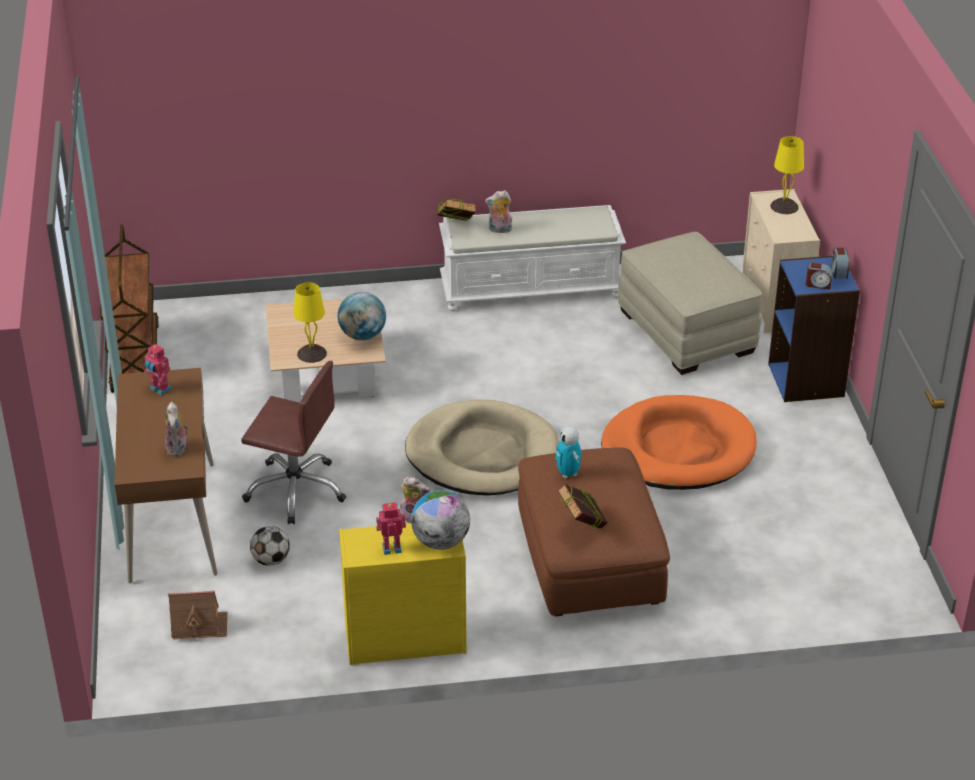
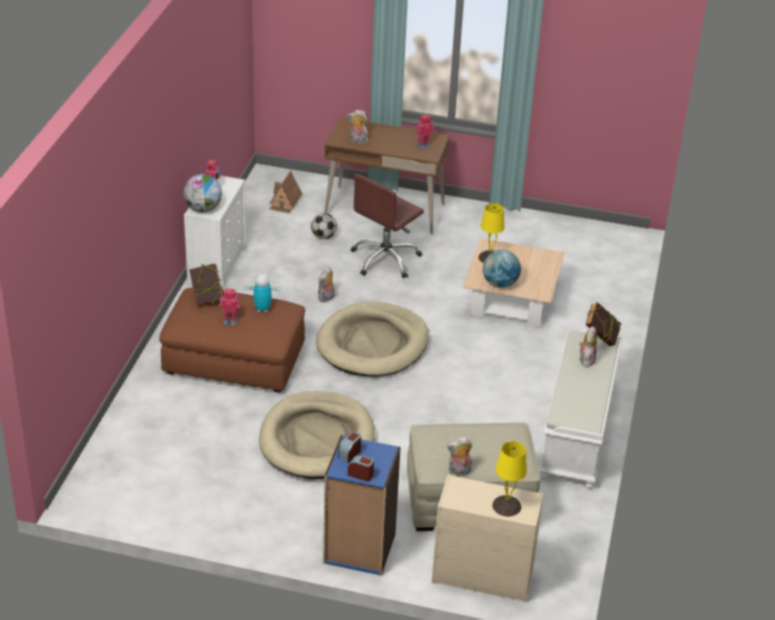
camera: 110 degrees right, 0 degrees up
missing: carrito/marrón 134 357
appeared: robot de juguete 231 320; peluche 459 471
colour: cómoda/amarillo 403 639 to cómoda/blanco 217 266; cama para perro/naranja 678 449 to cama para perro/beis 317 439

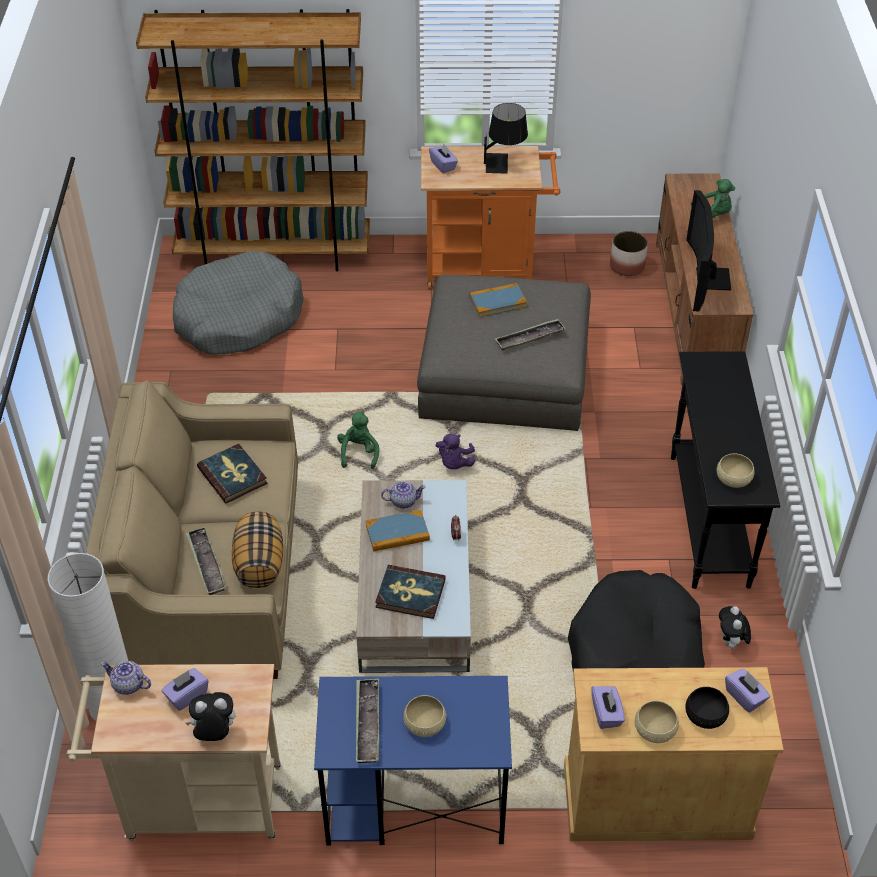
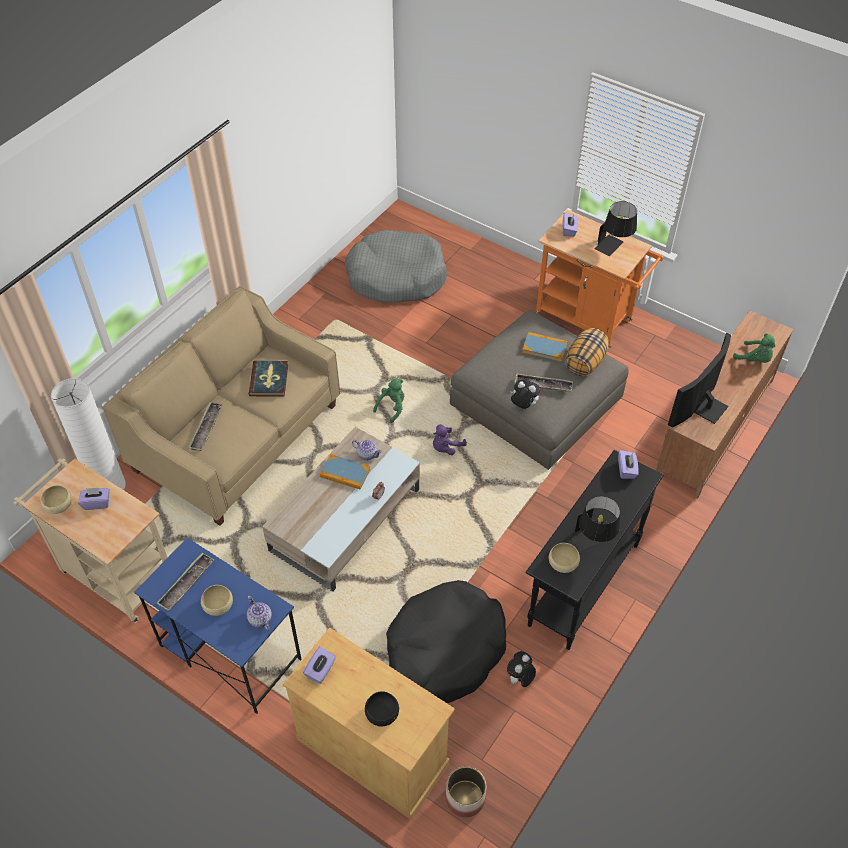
camera: 35 degrees right, 5 degrees up
missing: estantería/marrón 274 254; libro 410 594
appeared: lámpara de mesa/negro 593 542
relocated: cuenco/beis 655 729 to 58 504; tetera 129 685 to 260 619; maceta 627 266 to 465 798; peluche 214 733 to 523 405; cojín 259 564 to 585 362; caja de pañuelos/morado 745 697 to 626 470

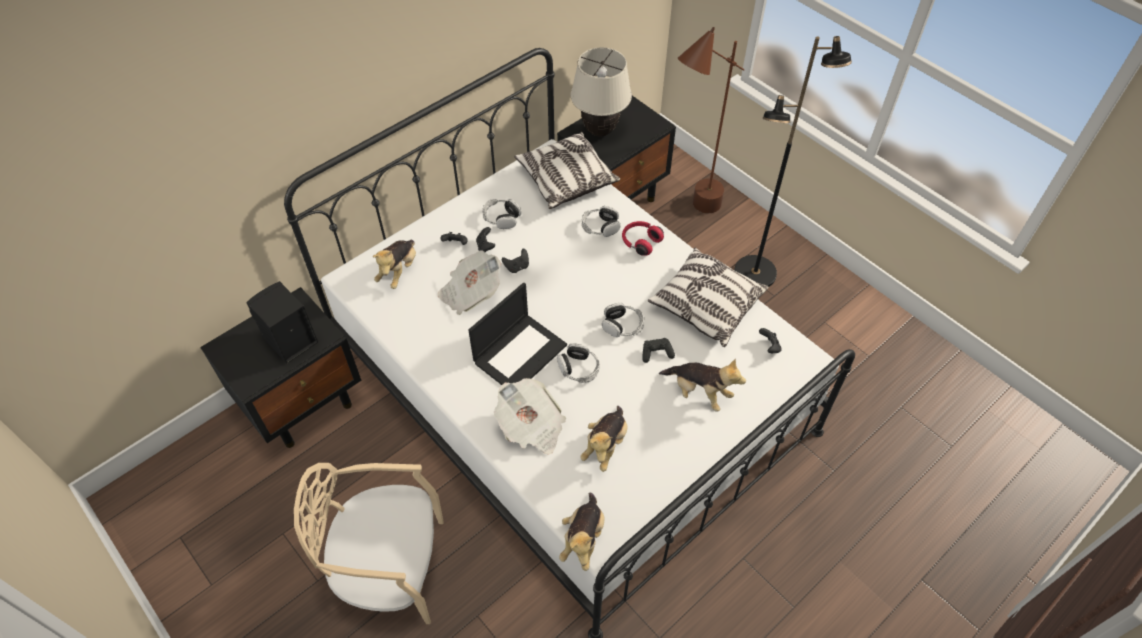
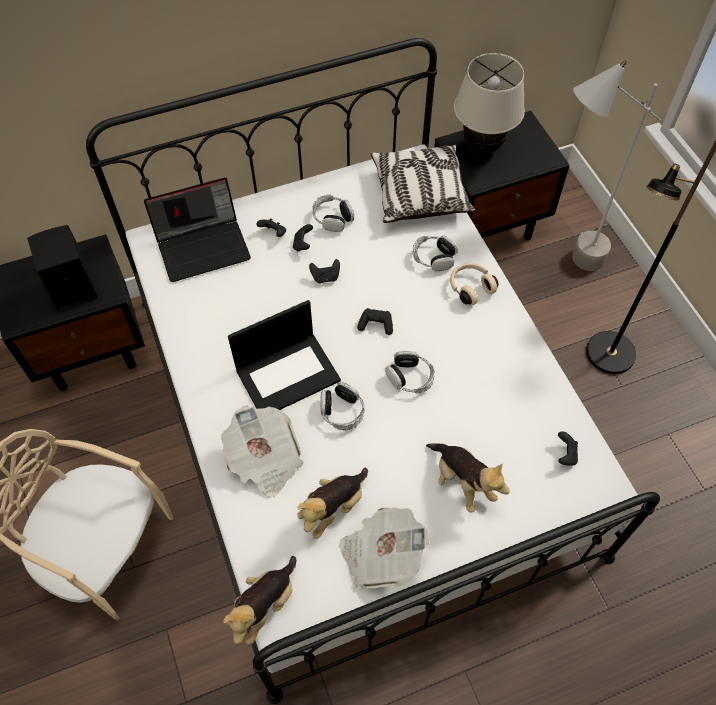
camera: 20 degrees right, 5 degrees up
missing: cojín 706 305
relocated: periódico 470 293 to 381 554; mando de consola/negro 656 353 to 376 325
exchanged: peluche 399 271 to portátil 204 246
colour: auriculares/rojo 640 242 to auriculares/beis 470 287; lámpara de pie/marrón 690 215 to lámpara de pie/gris 564 267

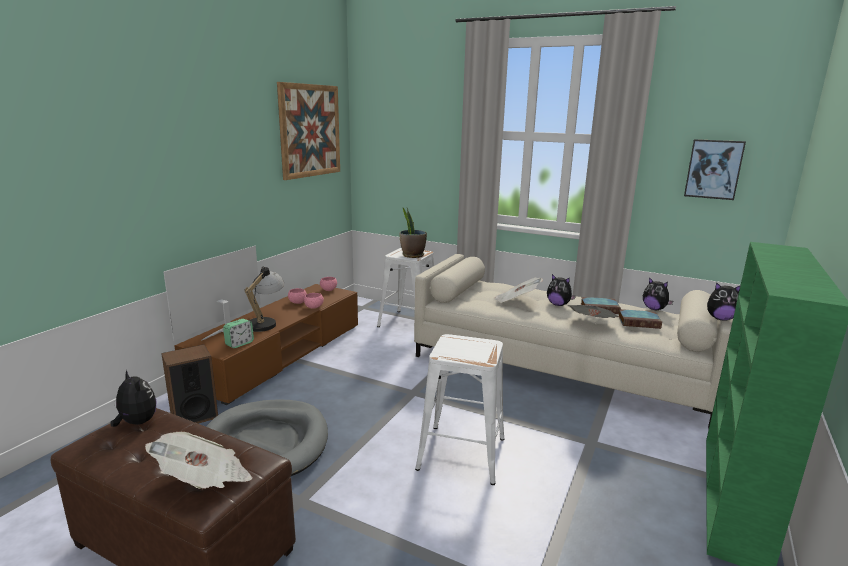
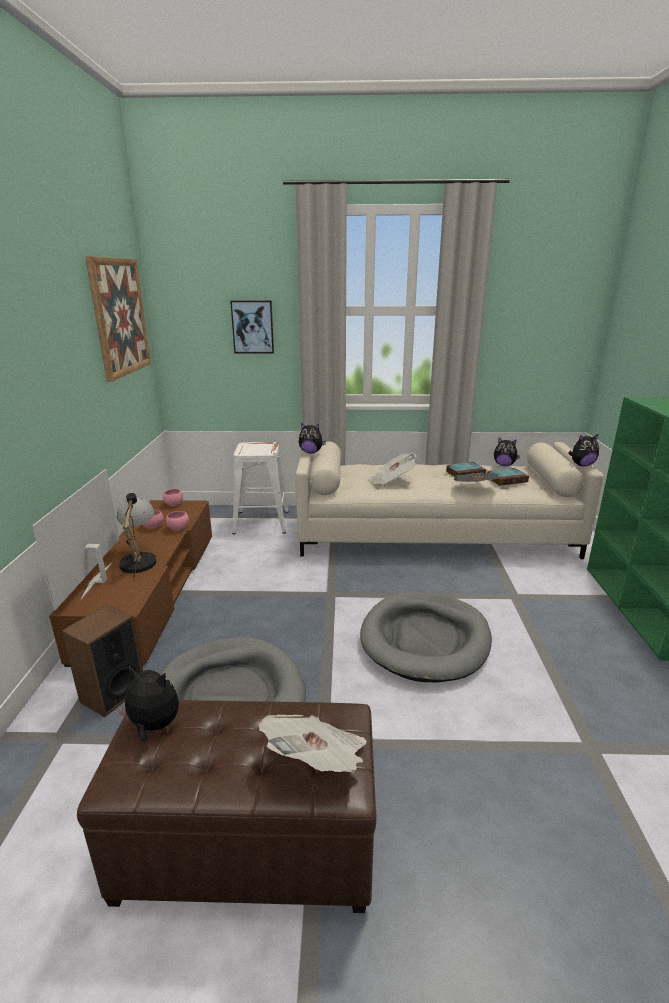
camera: 25 degrees left, 5 degrees up
missing: despertador 239 344; planta en maceta 412 255
relocated: cuadro 713 169 to 253 327; peluche 558 304 to 311 452
exchanged: taburete/blanco 462 452 to cama para perro/gris 425 639

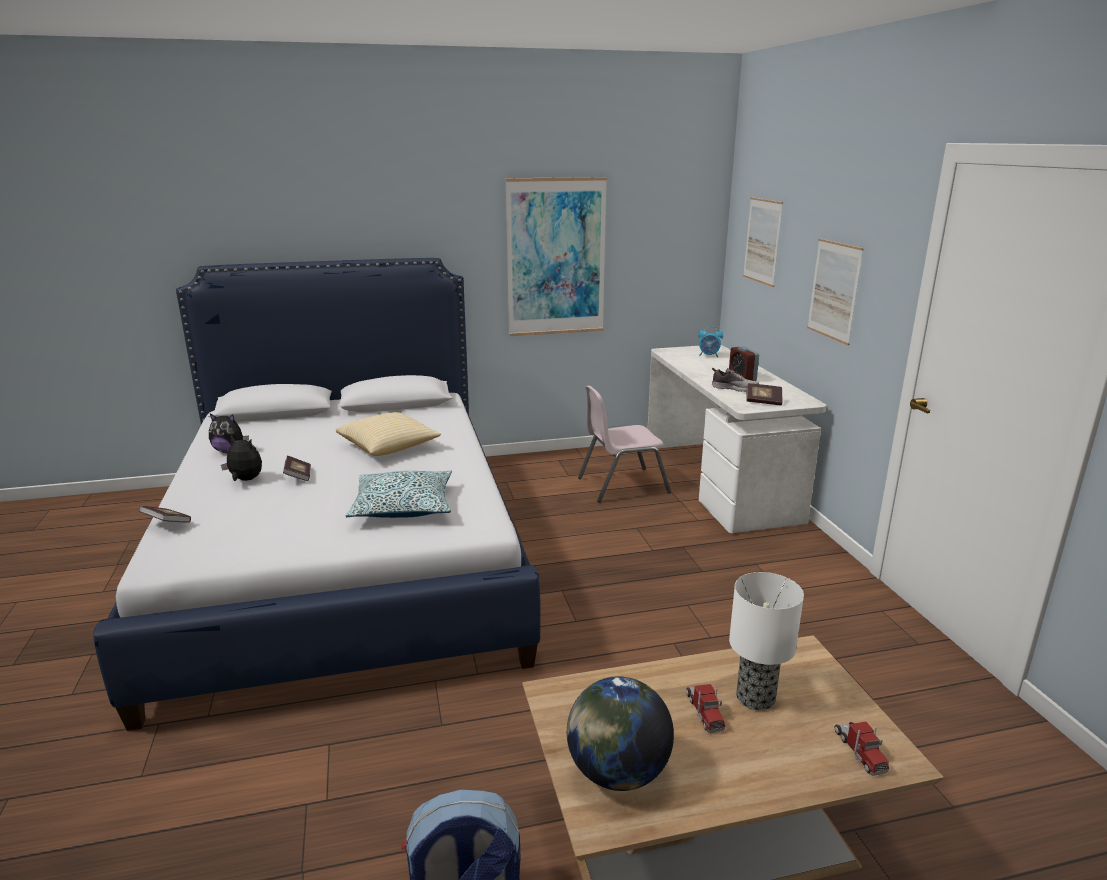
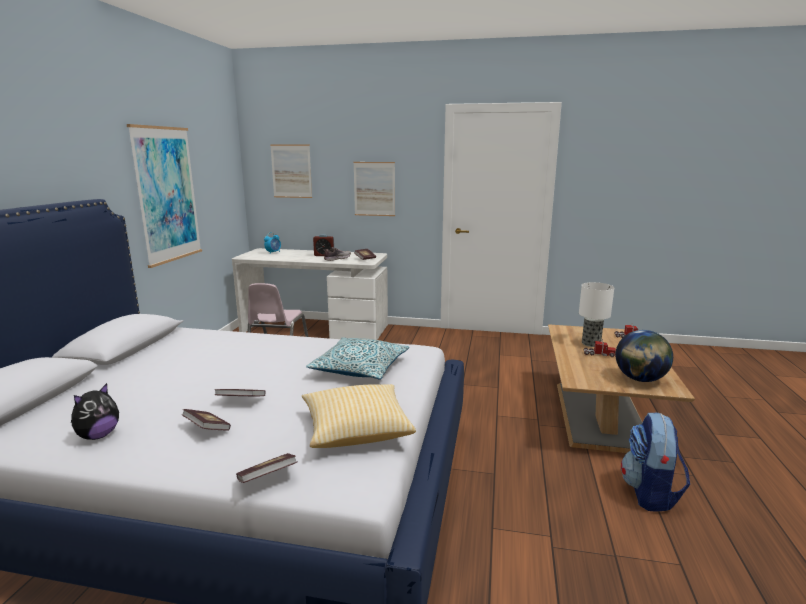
camera: 65 degrees left, 5 degrees down
relocated: cojín 389 447 to 356 430
exchanged: peluche 245 480 to libro 207 429

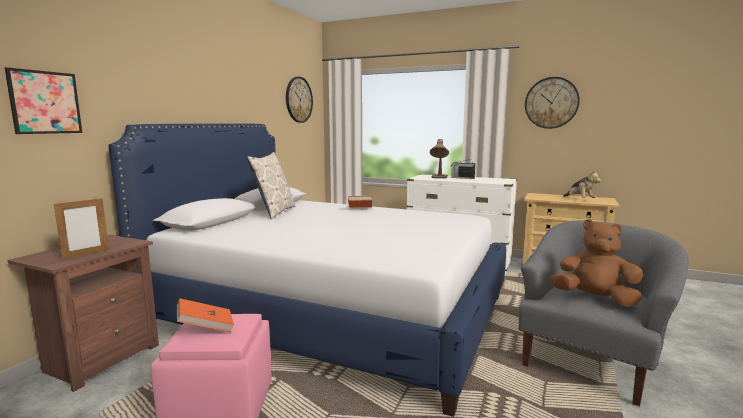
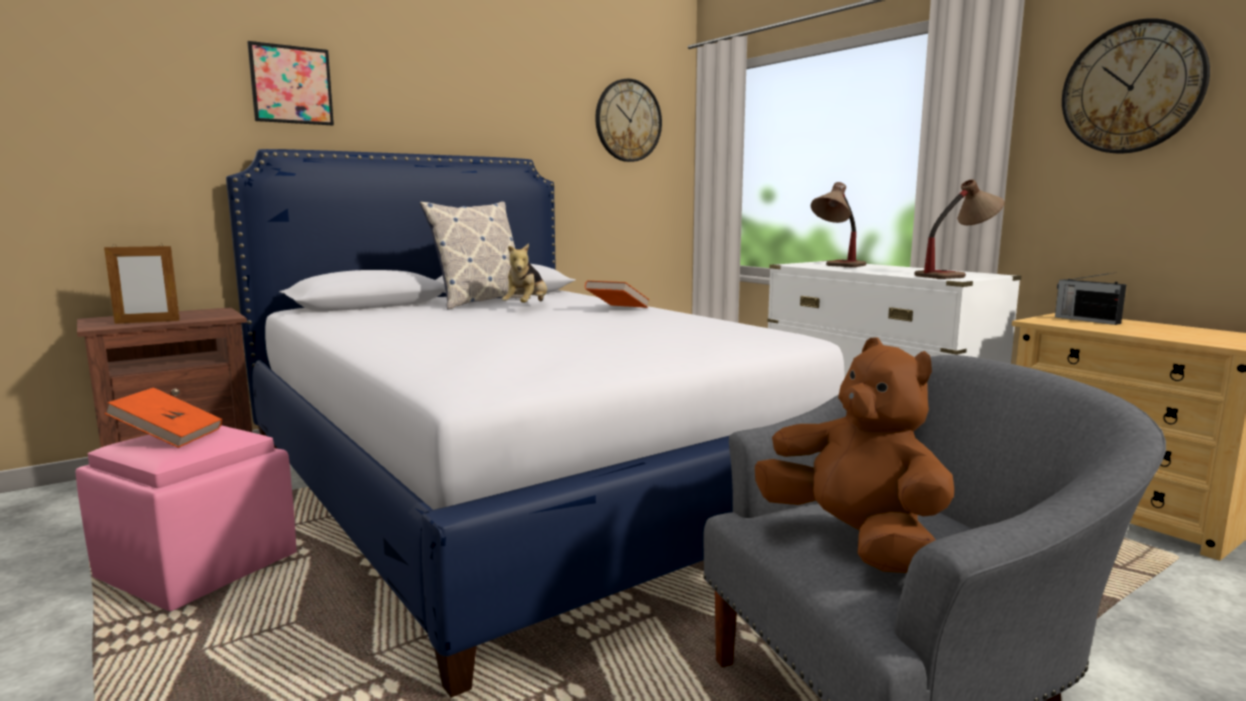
camera: 30 degrees right, 0 degrees up
appeared: lámpara de mesa 956 275
relocated: cuadro 45 102 to 291 85; peluche 579 200 to 527 307; radio 462 178 to 1085 320

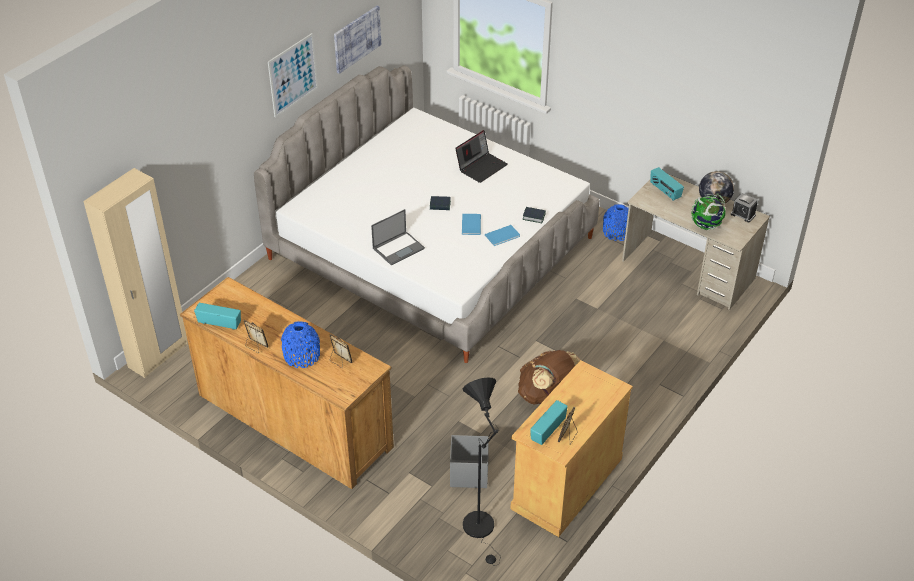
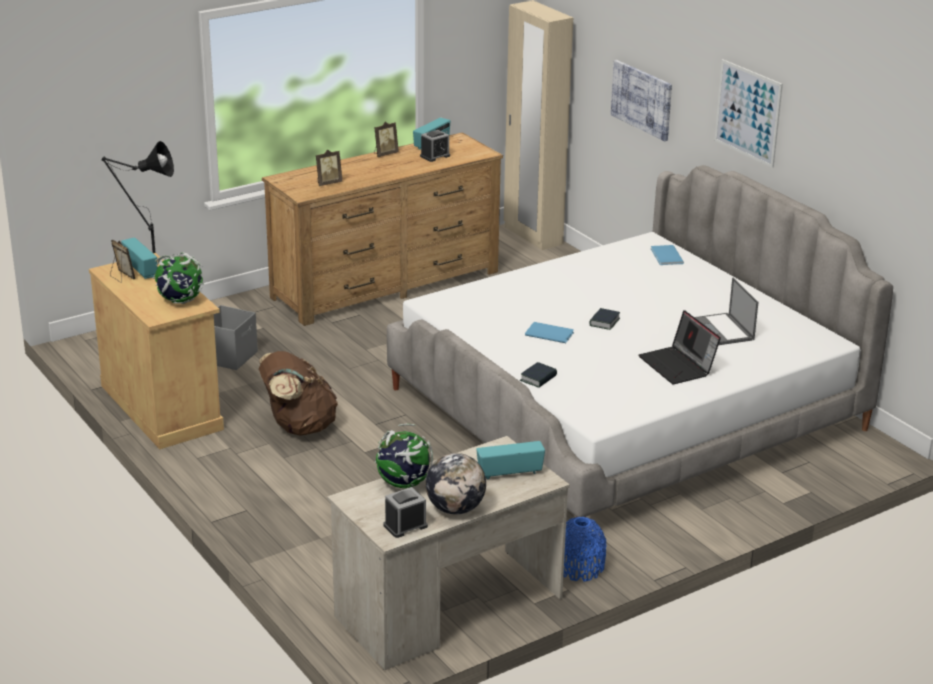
camera: 110 degrees right, 15 degrees down
missing: florero/azul 302 355
appeared: globo terráqueo 180 301; despertador 435 156
relocated: cuadro 356 38 to 642 99; libro/azul 503 236 to 666 256; portátil 399 248 to 722 330

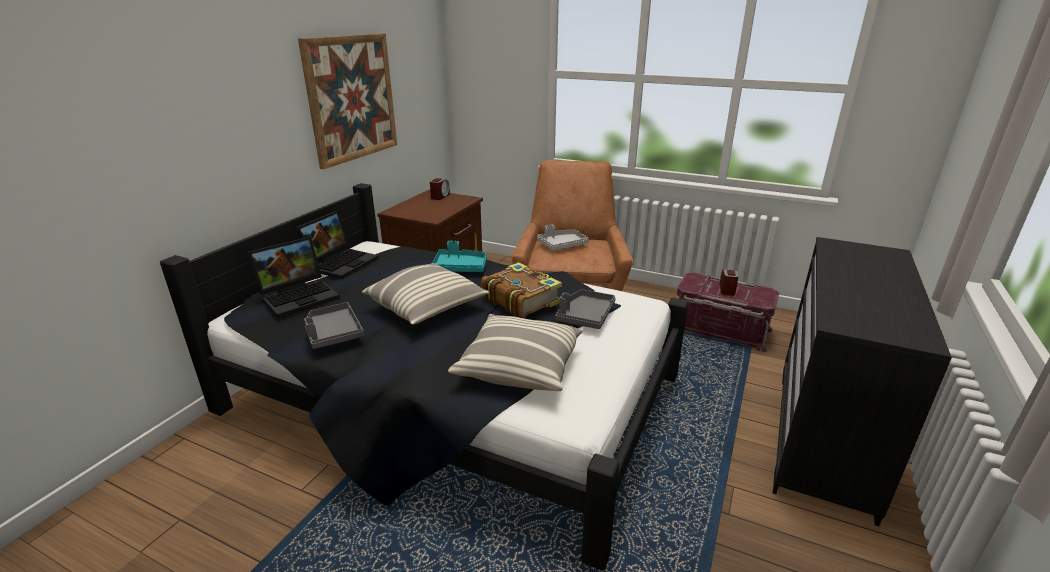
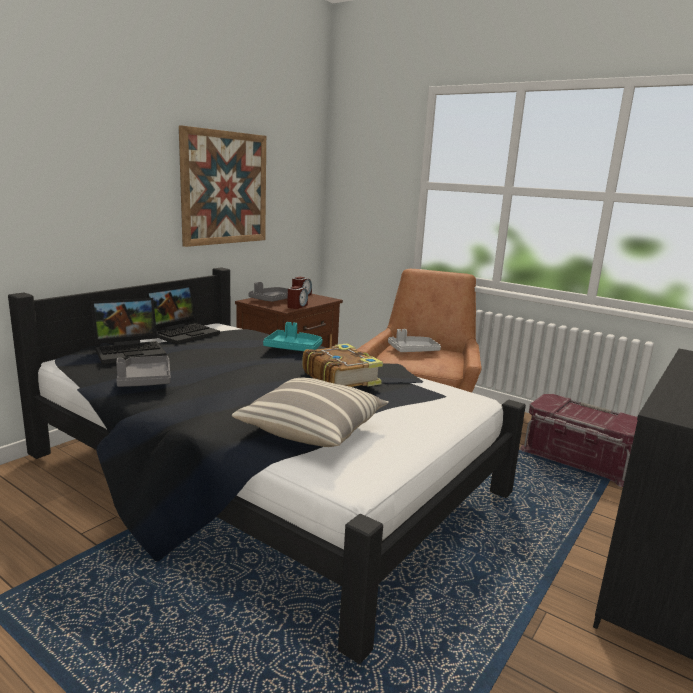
camera: 10 degrees right, 10 degrees down
missing: cojín 427 307
relocated: bandeja/gris 585 316 to 273 300; despertador 727 290 to 297 306

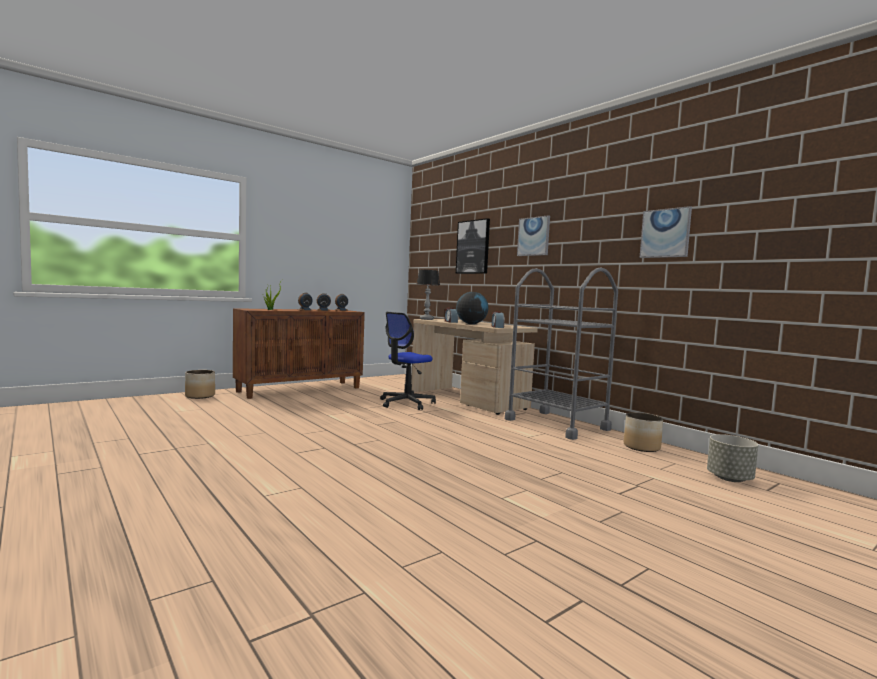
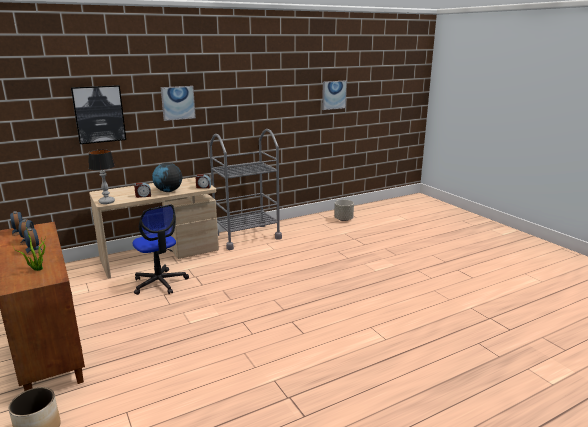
camera: 80 degrees left, 15 degrees up
missing: maceta 641 447
relocated: cuadro 665 233 to 334 95

